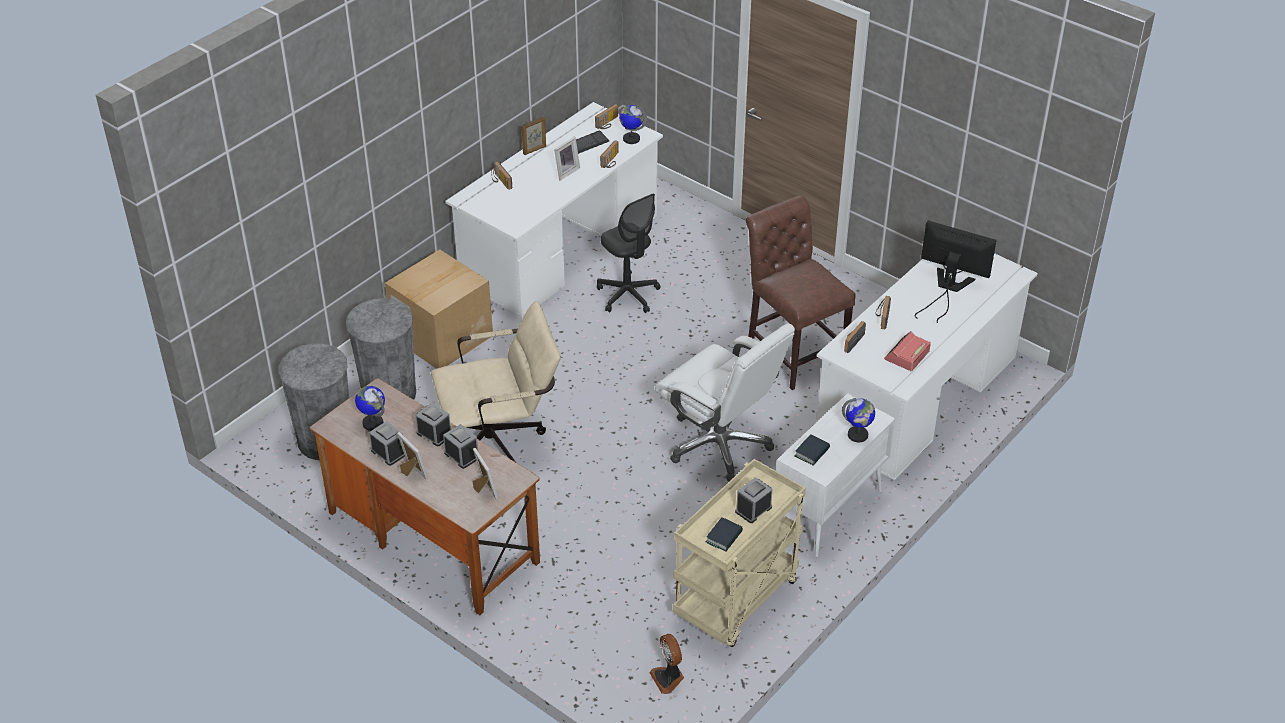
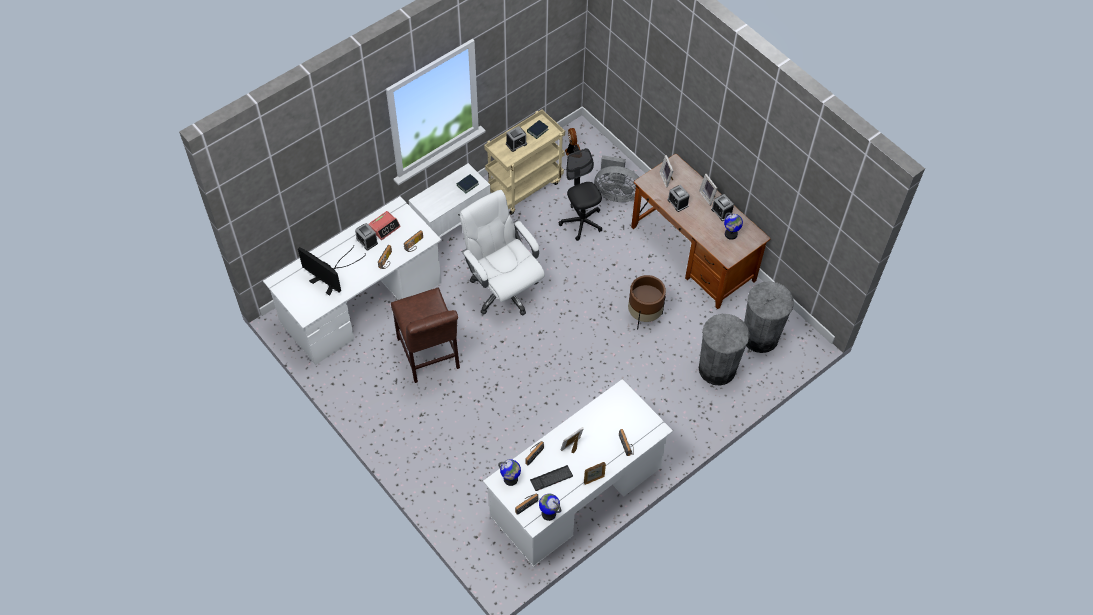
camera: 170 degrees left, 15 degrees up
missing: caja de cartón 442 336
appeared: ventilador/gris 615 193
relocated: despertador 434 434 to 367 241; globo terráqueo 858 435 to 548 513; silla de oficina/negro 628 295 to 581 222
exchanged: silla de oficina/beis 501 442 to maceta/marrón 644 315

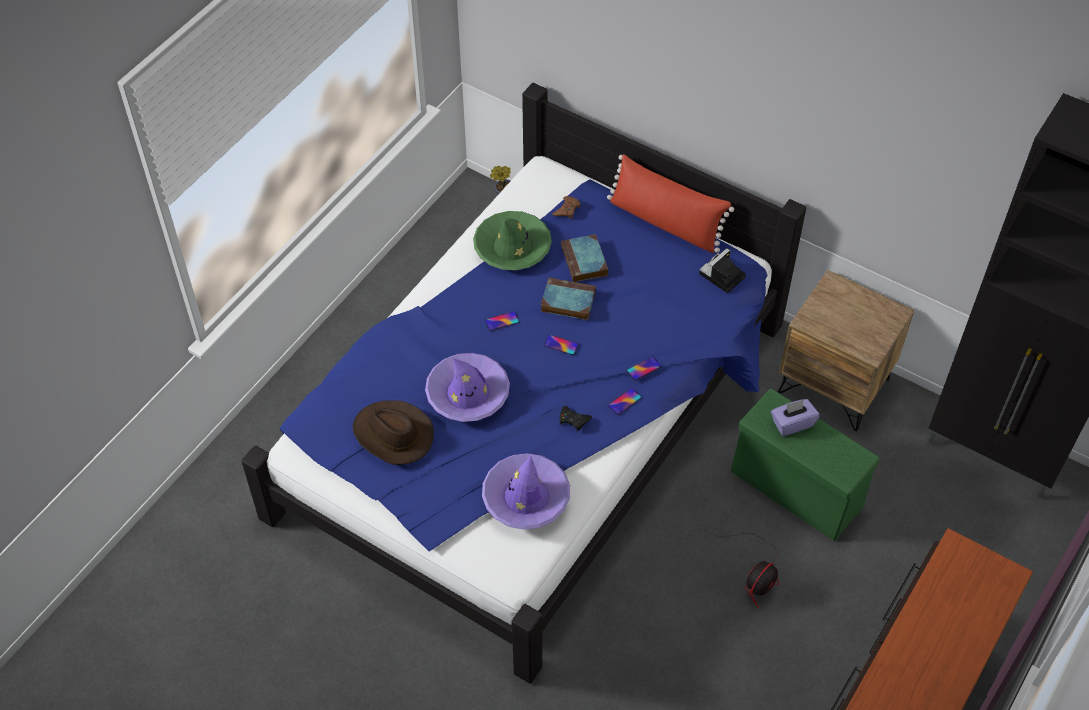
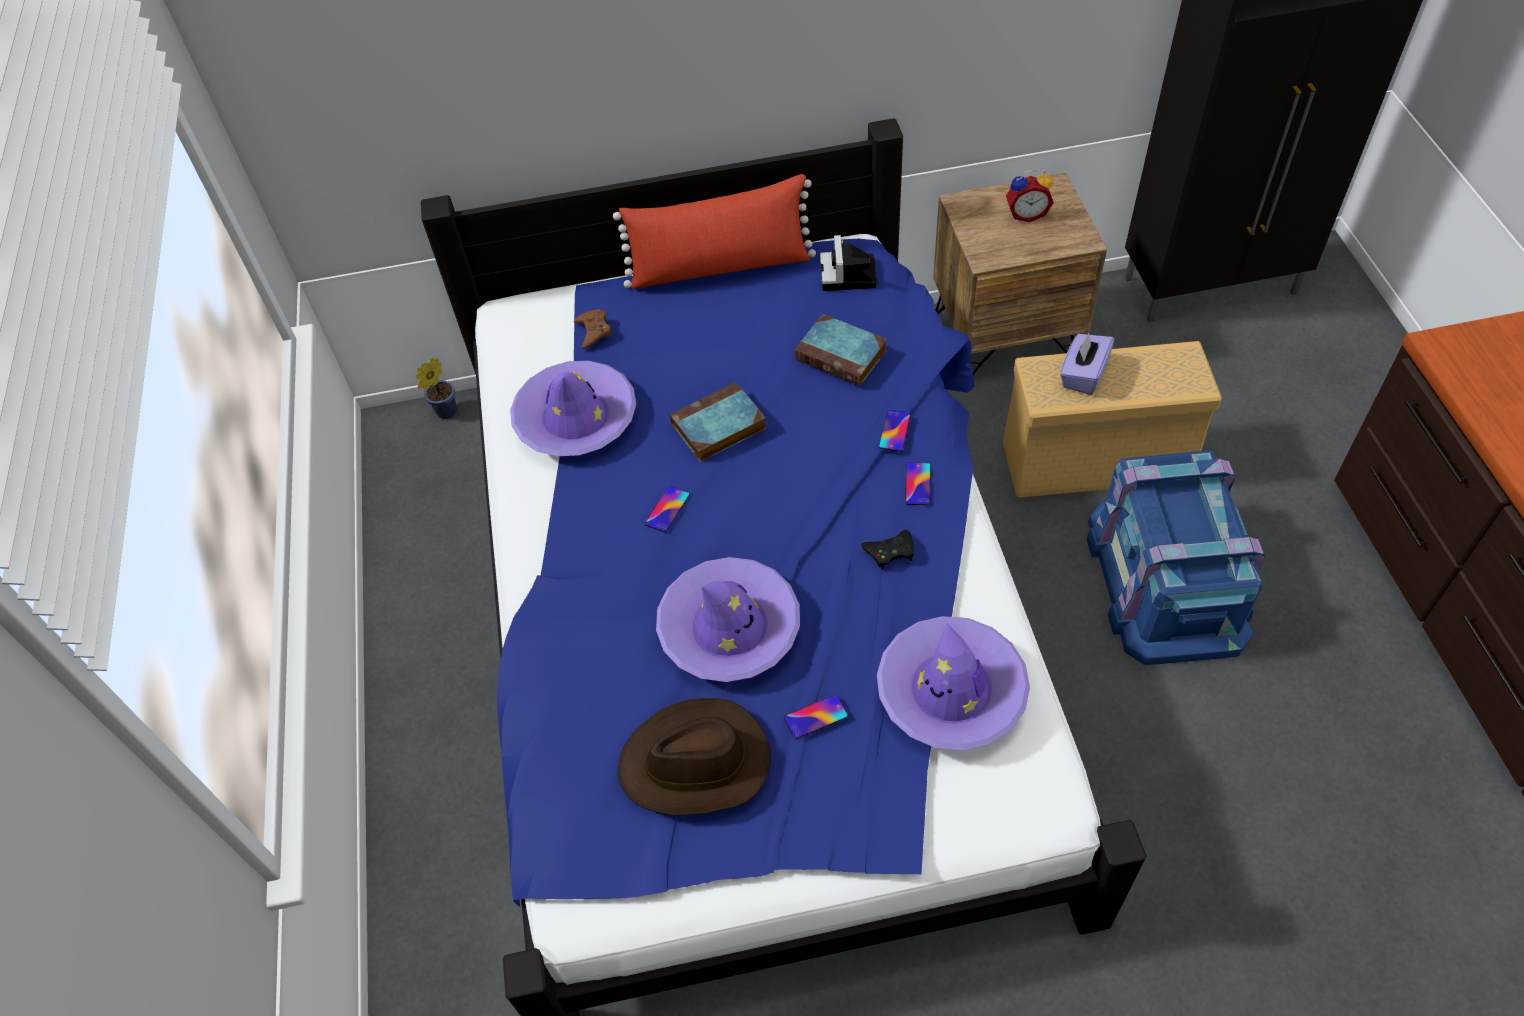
camera: 40 degrees left, 0 degrees up
appeared: despertador 1026 214
relocated: móvil 561 345 to 815 717; libro 585 262 to 843 355
exchanged: ventilador 755 573 to caja de almacenaje/azul 1167 579
colour: sombrero/verde 512 247 to sombrero/morado 576 418; caja de almacenaje/verde 798 489 to caja de almacenaje/beis 1098 461

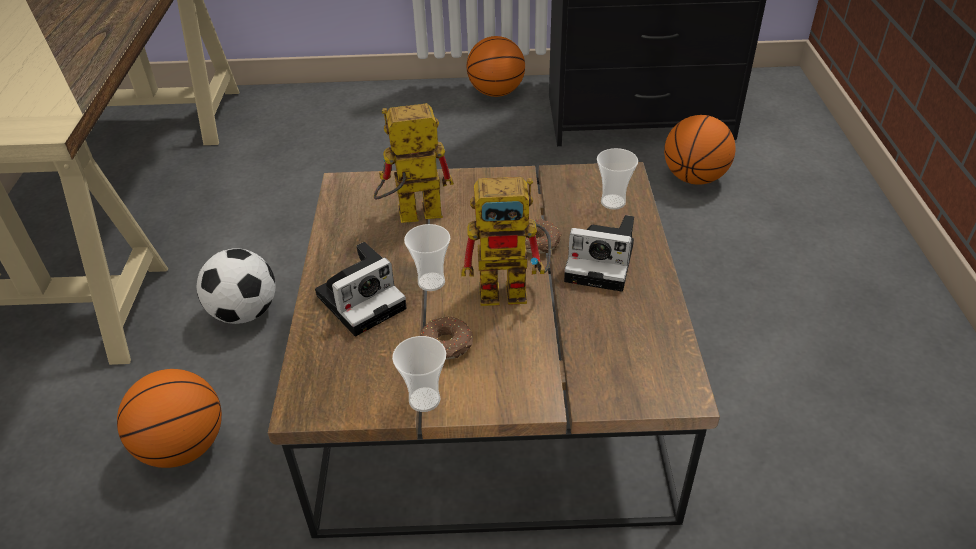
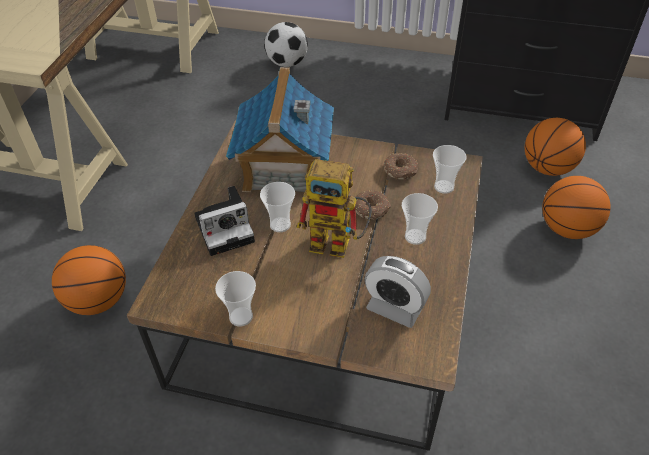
camera: 15 degrees right, 5 degrees up
appeared: despertador 394 308
relocated: balón de fútbol 244 312 to 287 63; rosquilla 447 345 to 400 171; balón de baloncesto 496 92 to 567 229
exchanged: robot de juguete 410 217 to casita 284 168; cámara 603 263 to taza 415 236

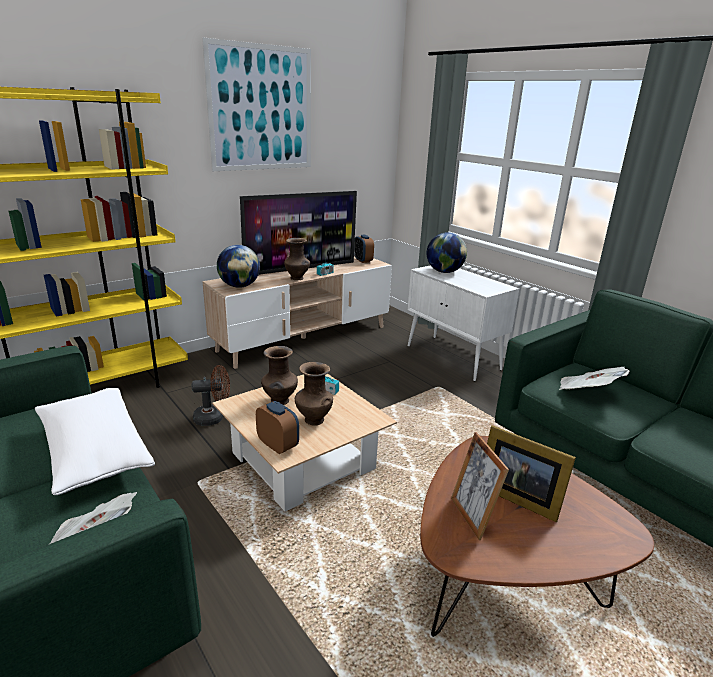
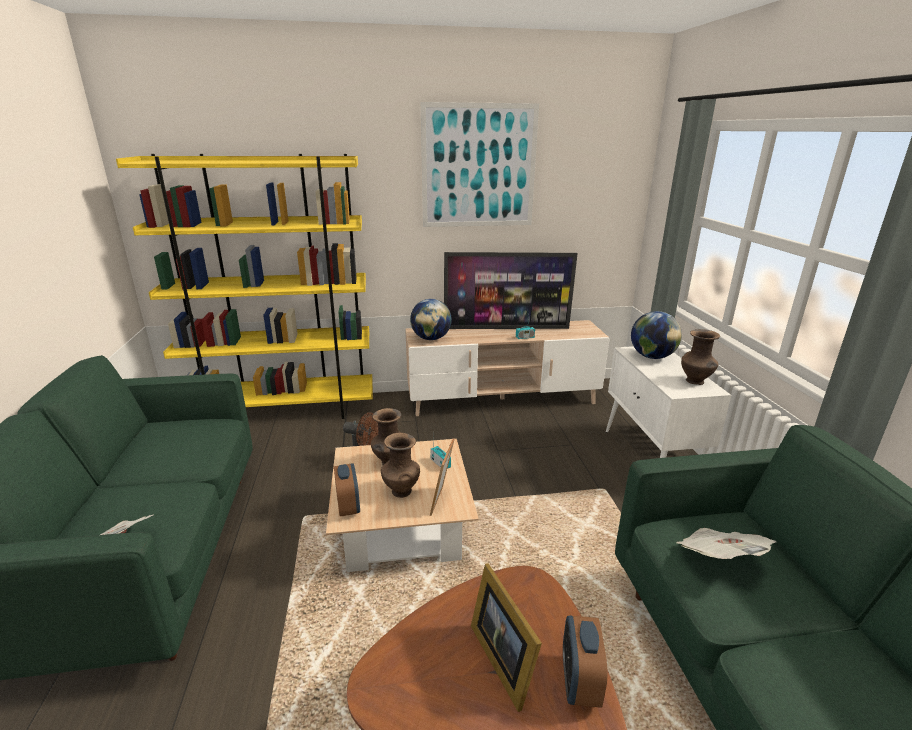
camera: 30 degrees right, 0 degrees up
missing: cojín/blanco 94 453
relocated: portarretratos 472 516 to 442 501; despertador 363 260 to 579 683; florero/marrón 297 278 to 695 381

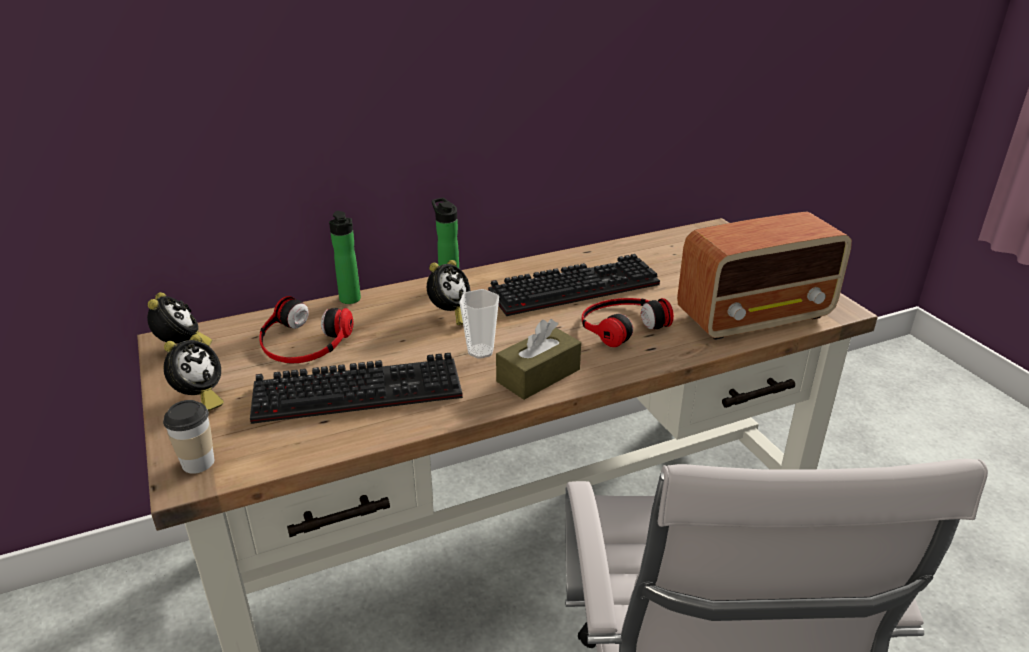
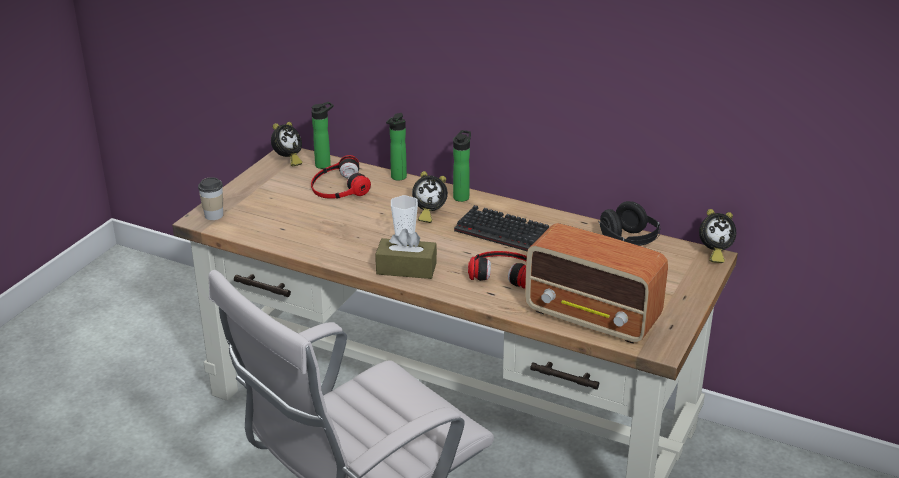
camera: 50 degrees right, 0 degrees up
missing: teclado 361 390
appeared: botella 325 164; auriculares/negro 629 241
relocated: despertador 199 398 to 713 253

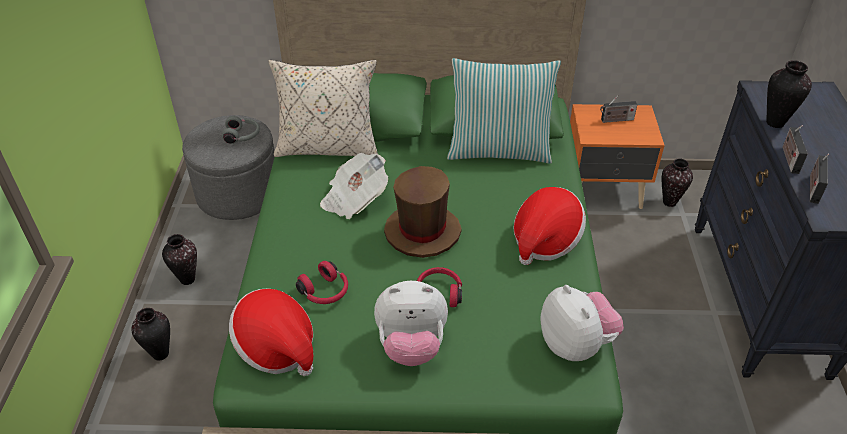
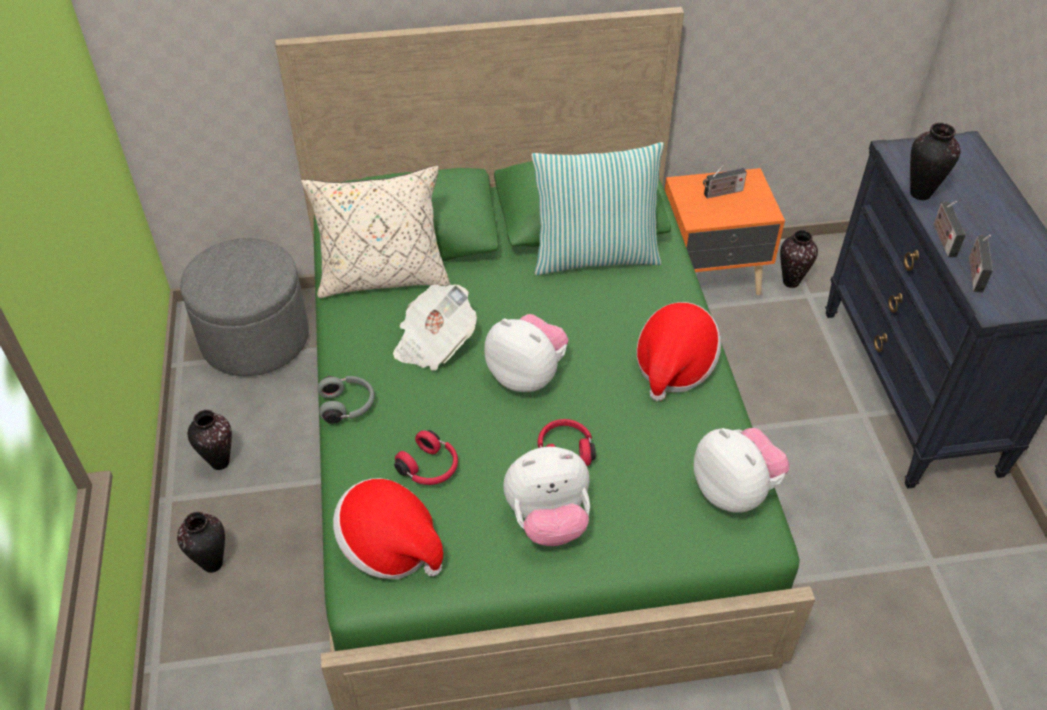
camera: 10 degrees left, 5 degrees up
relocated: auriculares/gris 243 136 to 348 405
exchanged: sombrero/marrón 422 232 to peluche 527 375

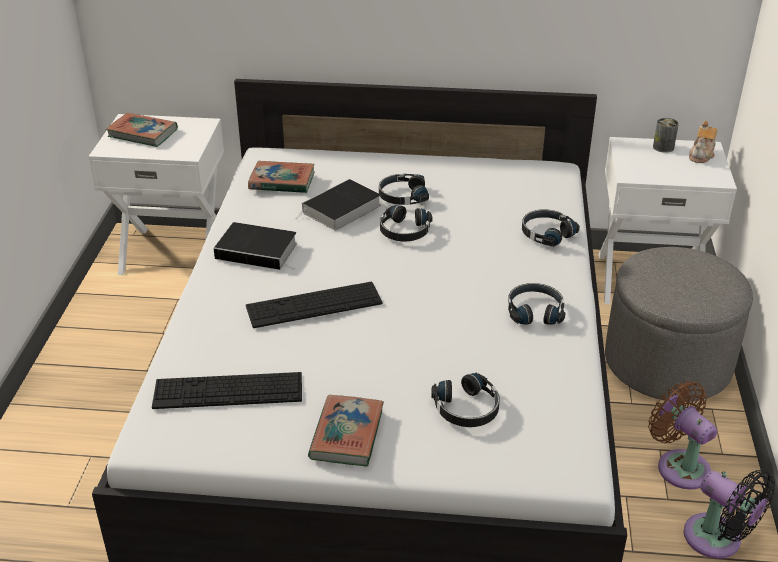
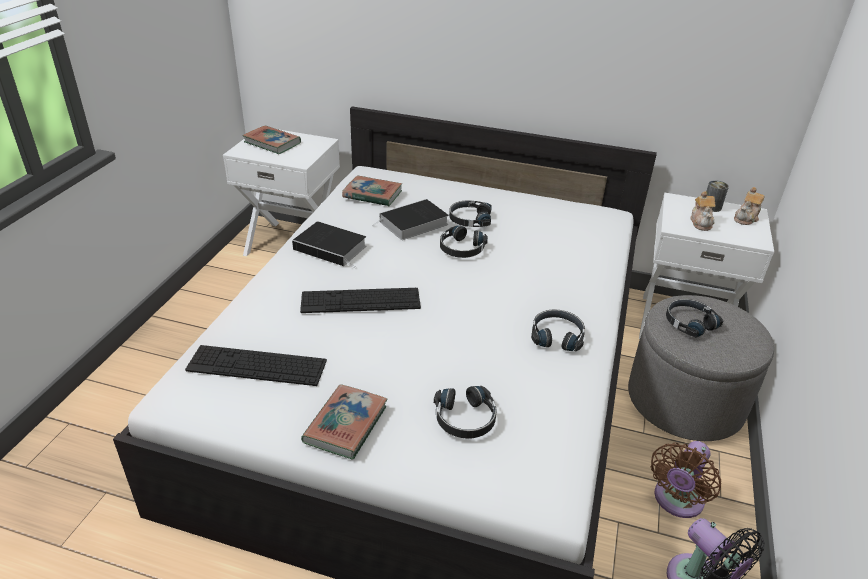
camera: 10 degrees right, 0 degrees up
appeared: tetera 701 222
relocated: auriculares/negro 546 233 to 689 323
spun: ventilador/marrón 679 465 = 676 501 120 degrees counterclockwise

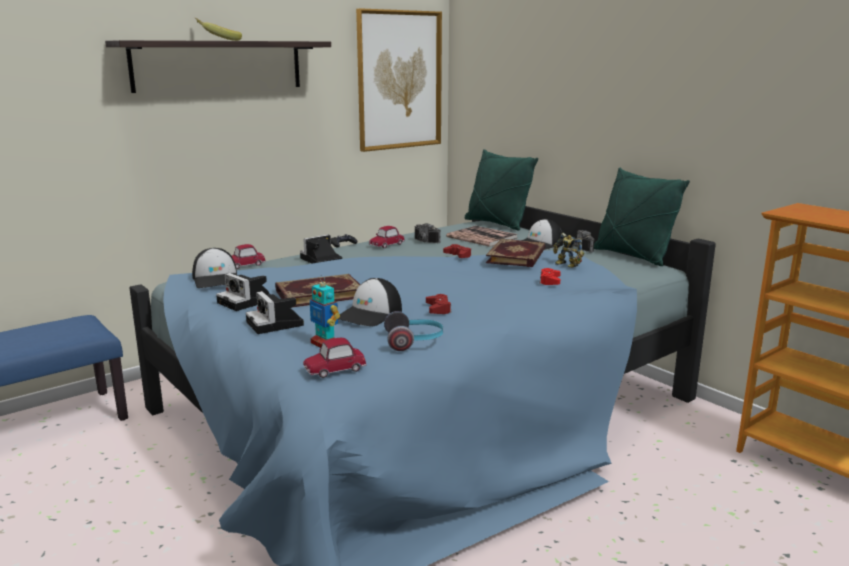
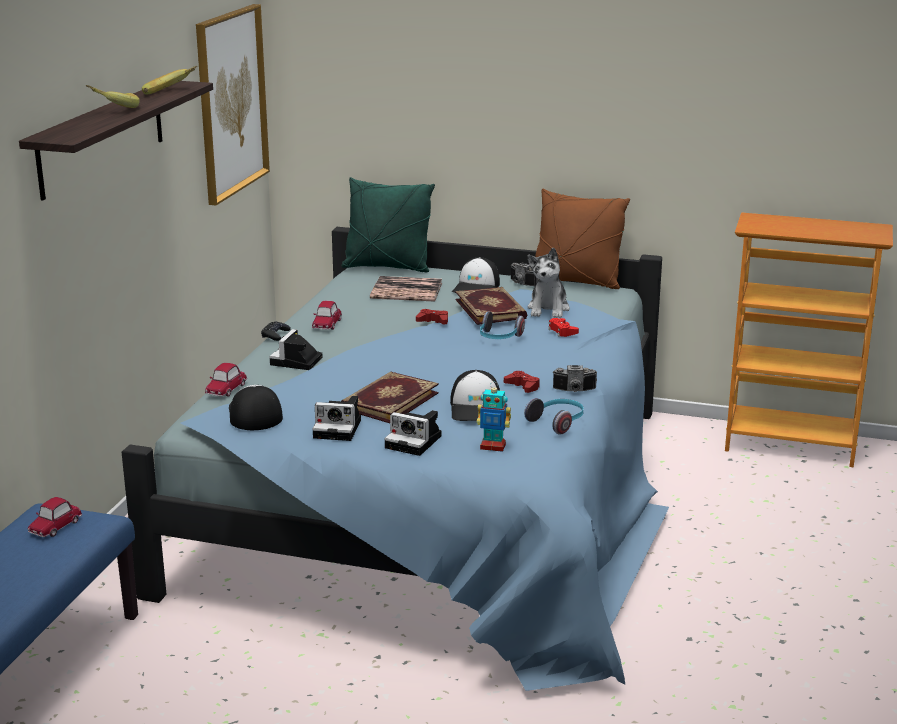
camera: 35 degrees left, 5 degrees up
appeared: plátano 171 93; auriculares 499 338
relocated: coche de juguete 335 369 to 55 526; cámara 424 242 to 574 391
exchanged: robot de juguete 566 265 to peluche 548 309
colour: cojín/verde 632 256 to cojín/marrón 576 282
spun: gorra 217 279 = 254 414 135 degrees counterclockwise

